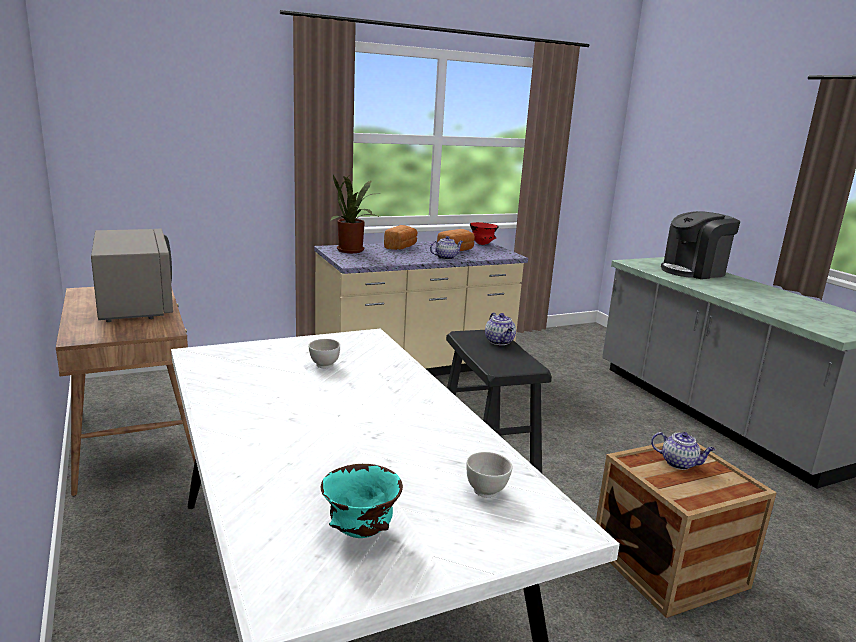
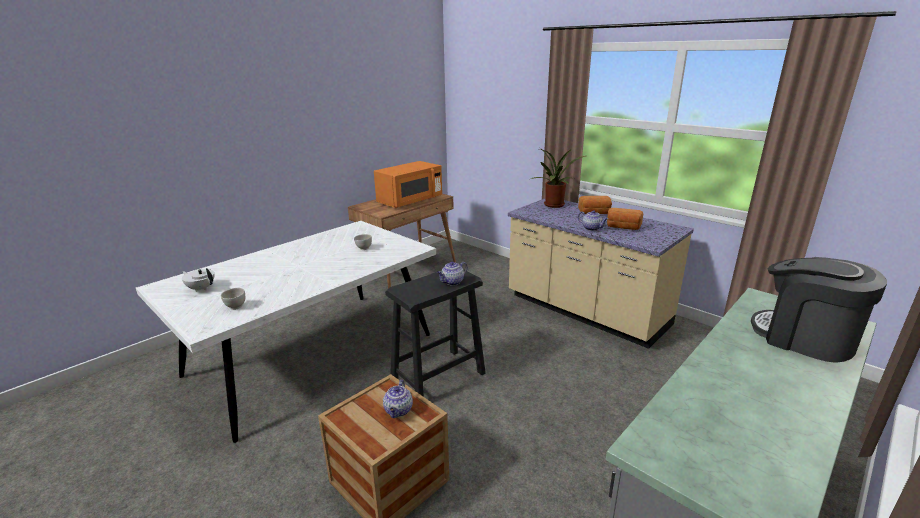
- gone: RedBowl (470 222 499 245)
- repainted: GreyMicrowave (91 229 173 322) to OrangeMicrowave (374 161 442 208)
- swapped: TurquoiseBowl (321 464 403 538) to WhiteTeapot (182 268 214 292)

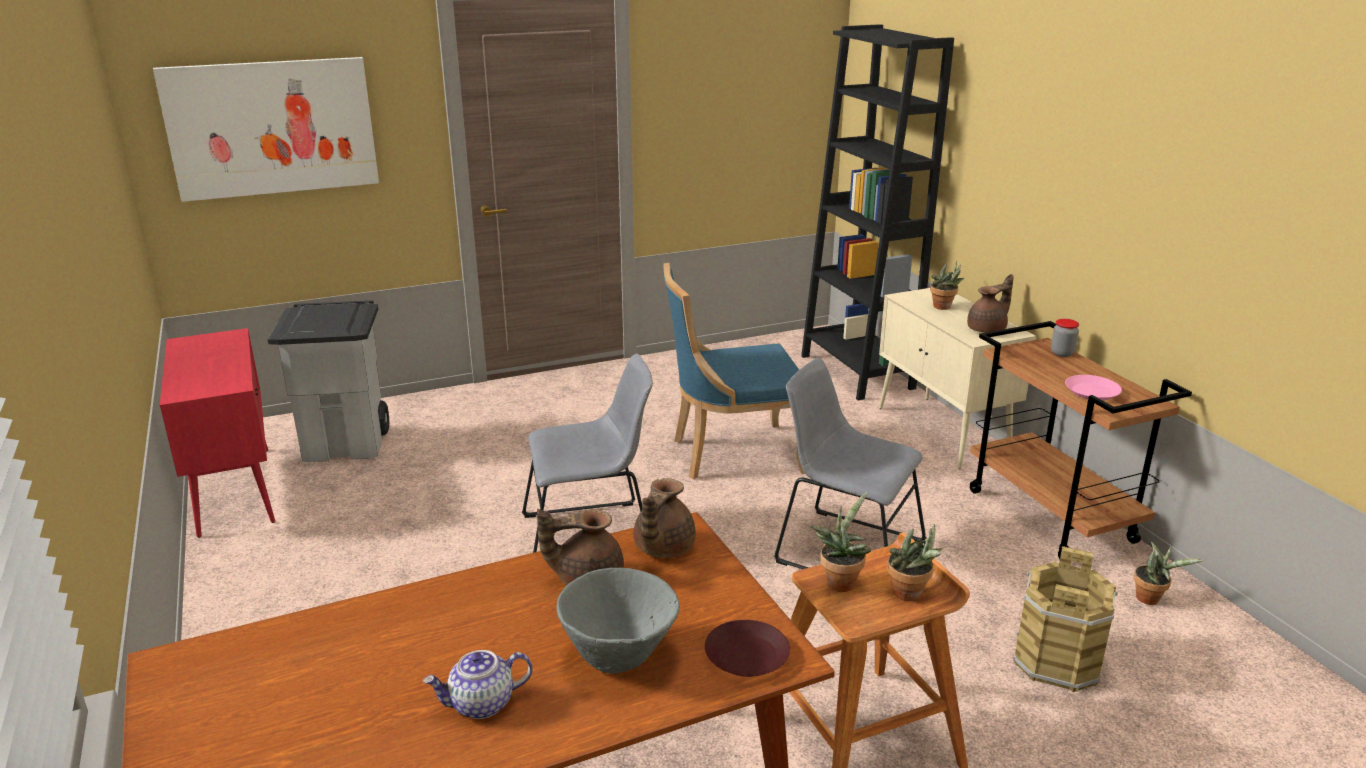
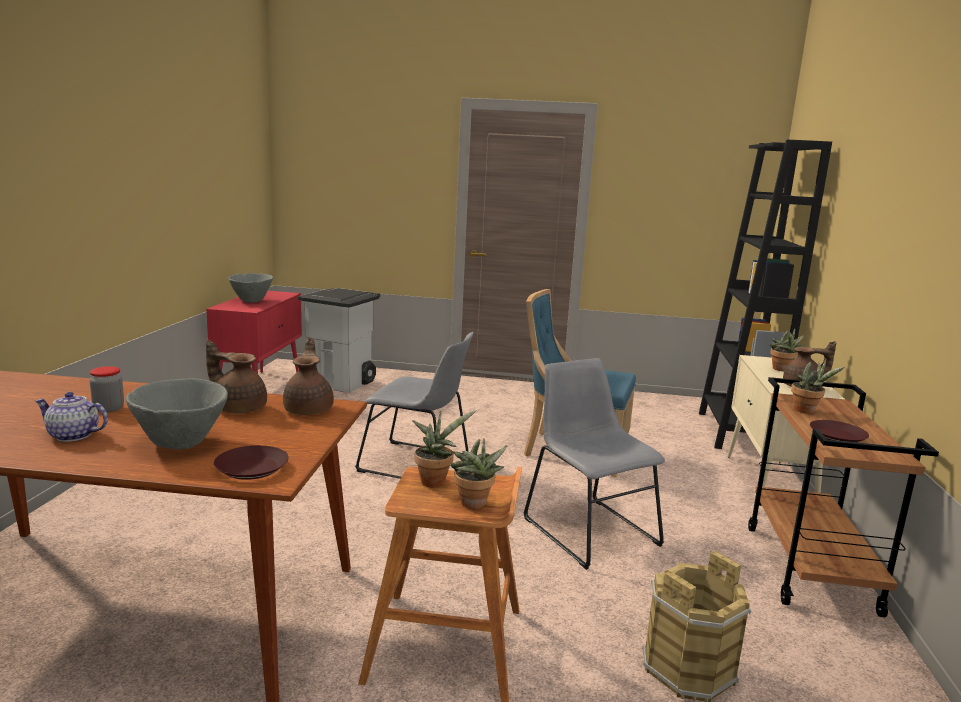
- gone: Picture (153 57 379 202)
- shifted: Jar (1051 319 1079 357) to (90 366 124 413)
- repainted: PinkPlate (1065 375 1122 401) to BrownPlate (810 420 869 443)
- rotated: BrownTeapot (634 478 696 558) = (283 337 334 415) 120 degrees clockwise
- shifted: PottedPlant (1133 541 1203 605) to (791 358 844 414)
- new: GreyBowl (228 273 273 303)

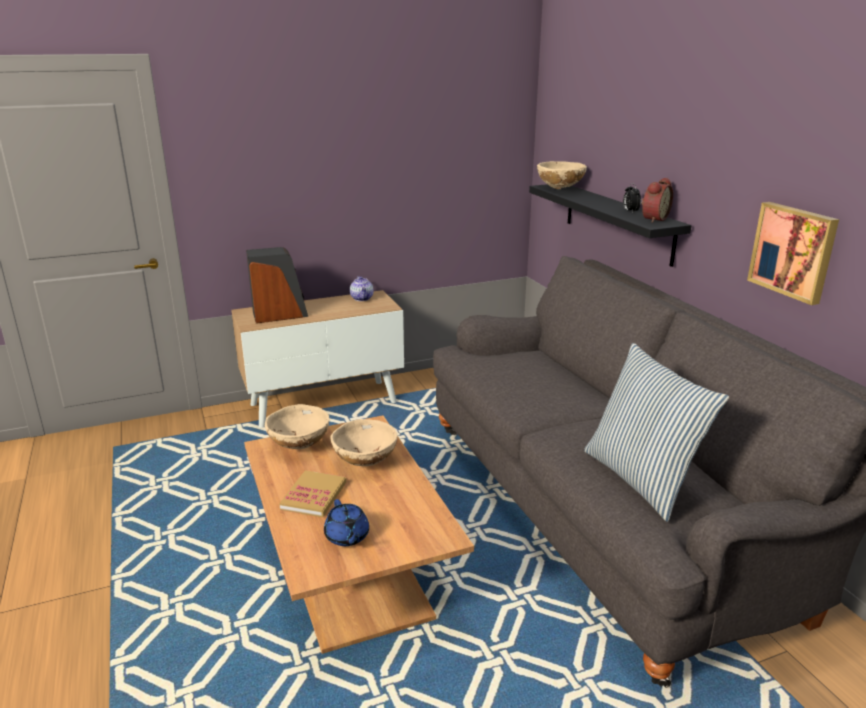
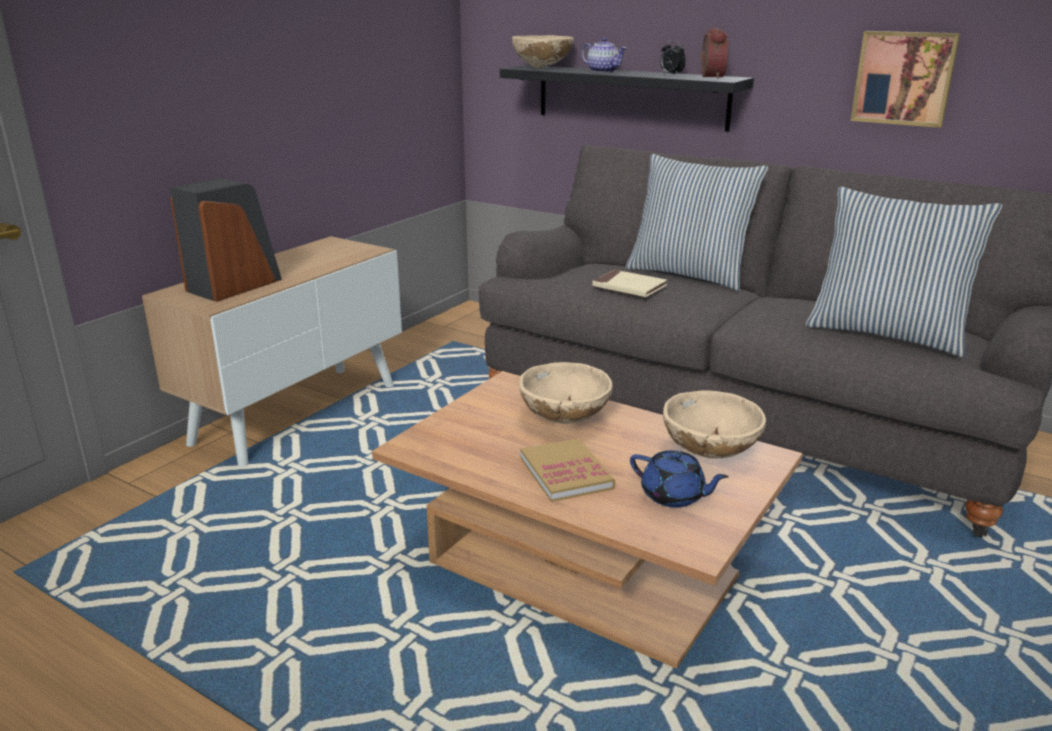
- shifted: Teapot (350 276 374 301) to (581 38 627 73)
- shifted: BeigeBowl (265 404 329 449) to (663 390 766 459)
- new: Pillow (625 154 768 291)
- new: BeigeBook (593 270 667 297)

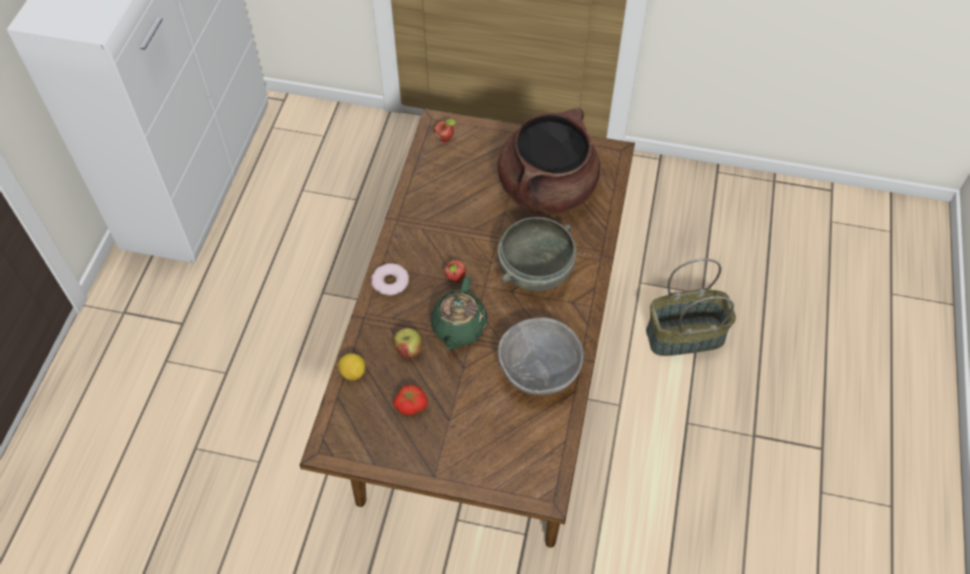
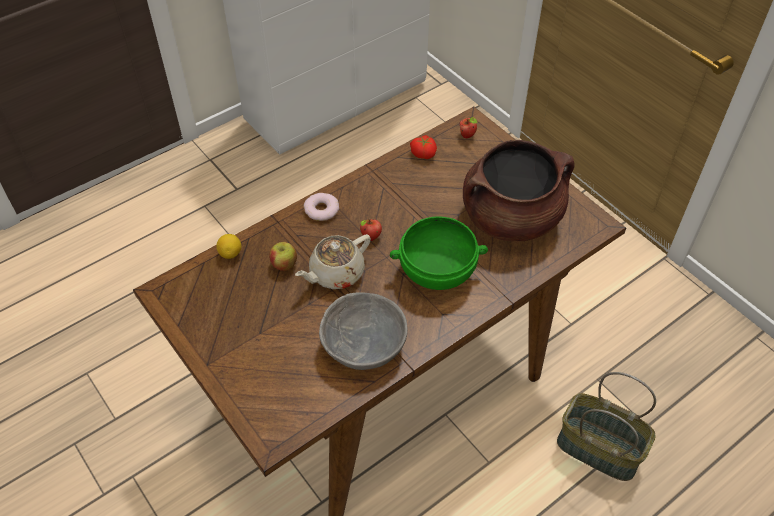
- repainted: GreyBowl (497 217 576 291) to GreenBowl (390 216 488 290)
- repainted: GreenTeapot (431 277 487 350) to BeigeTeapot (295 234 371 289)
- shifted: Tomato (394 384 428 415) to (410 135 437 159)

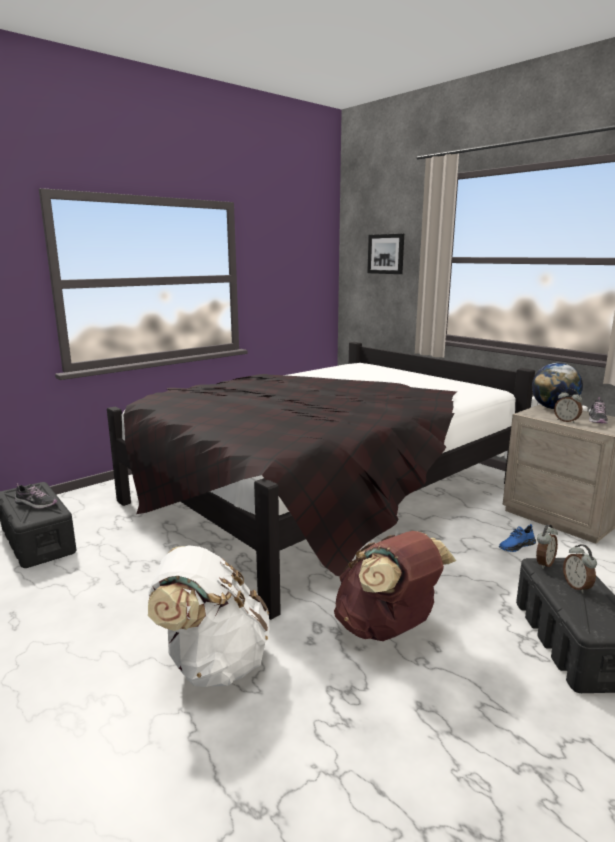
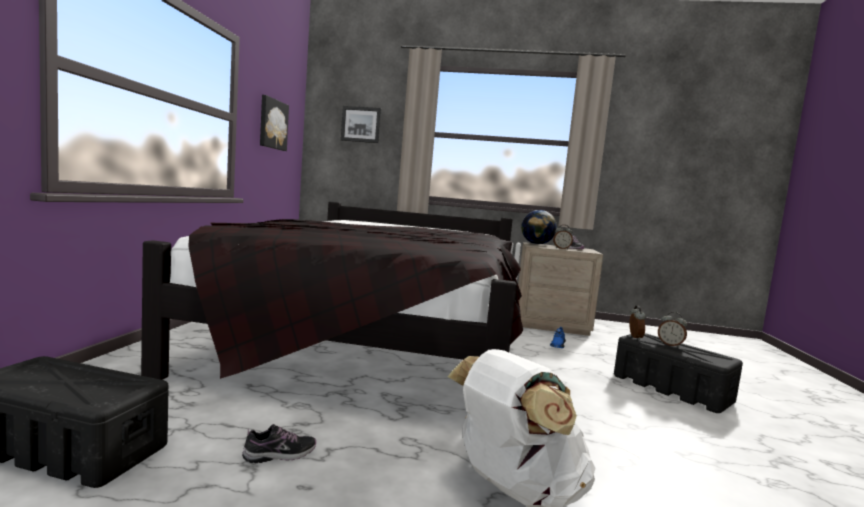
- shifted: Shoe (15 483 57 509) to (242 424 316 463)
- gone: BrownBackpack (334 531 456 641)
- new: Picture (260 95 289 151)

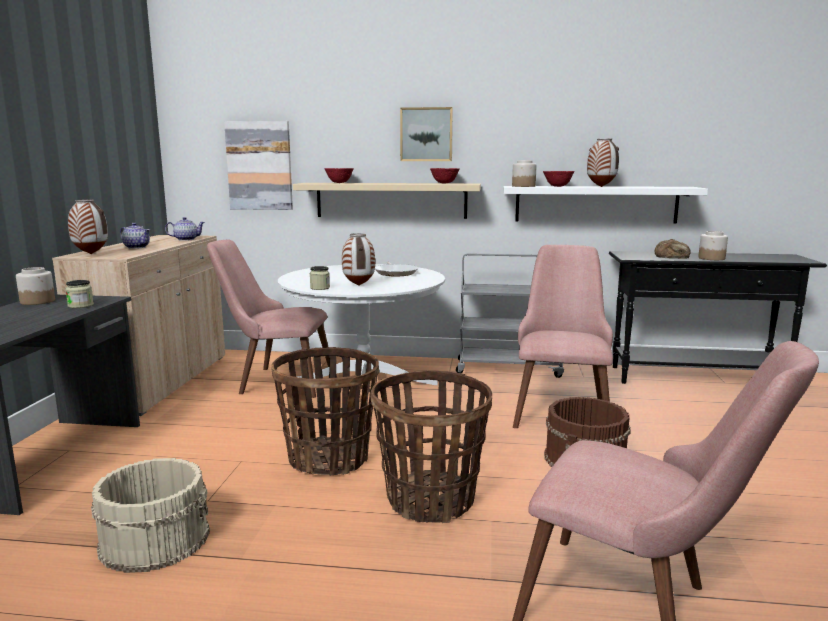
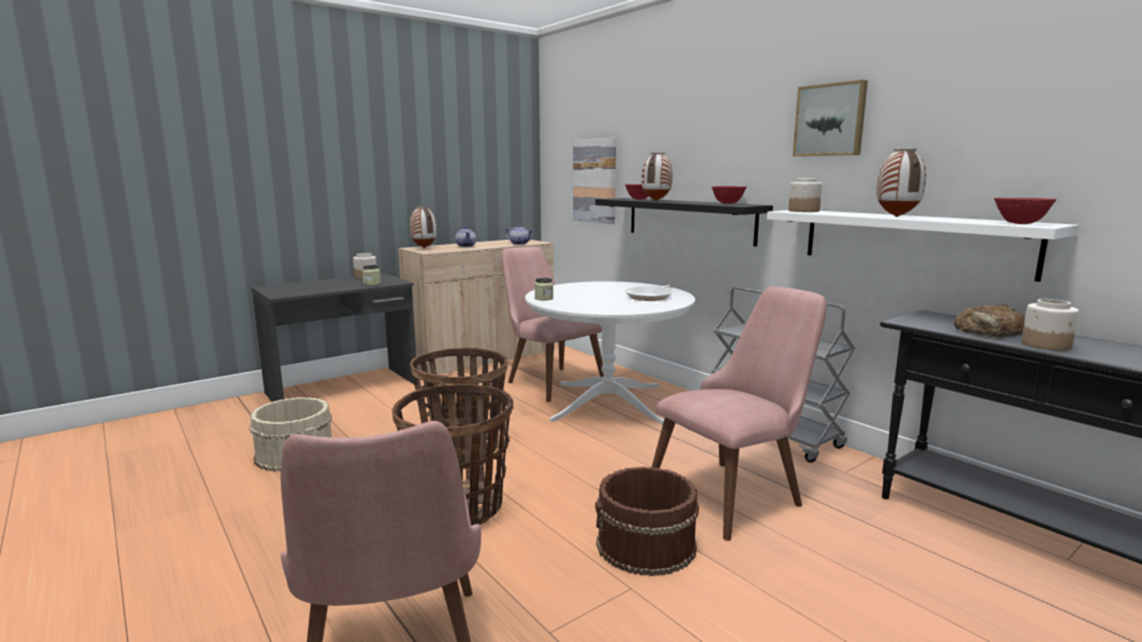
- shifted: Picture (400 107 453 161) to (793 80 868 157)
- shifted: RedBowl (543 171 574 187) to (994 198 1057 224)
- repainted: BeigeShelf (293 183 481 219) to BlackShelf (595 198 773 246)
- shifted: Vase (342 233 375 286) to (642 152 673 201)

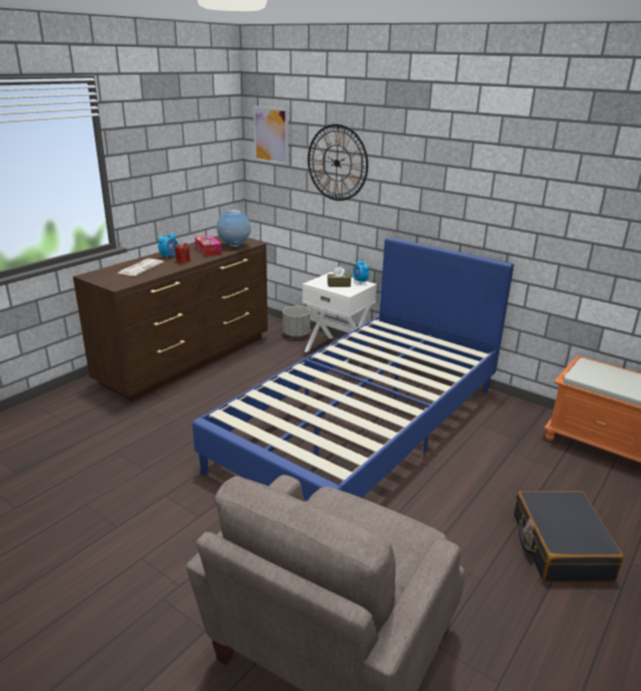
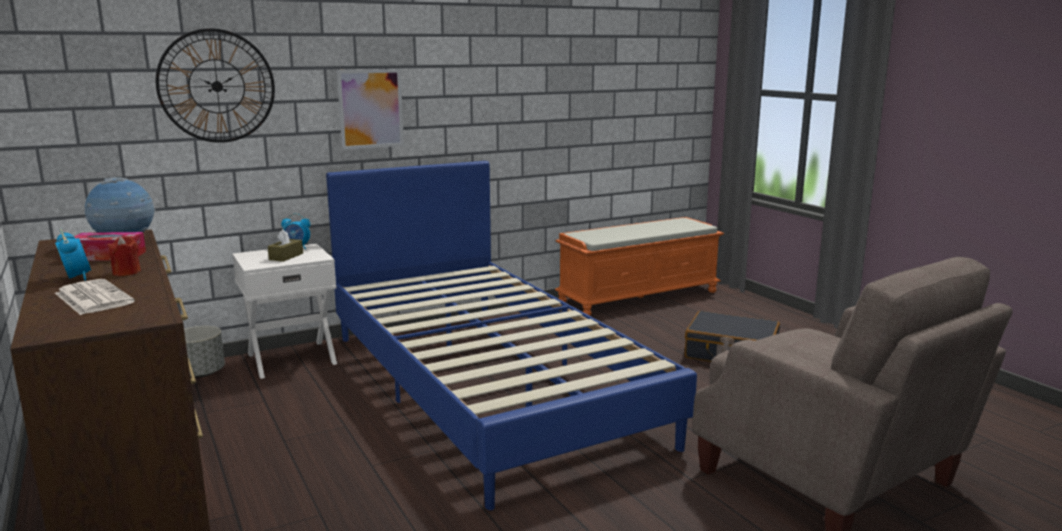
- shifted: Picture (253 106 288 165) to (337 69 404 150)

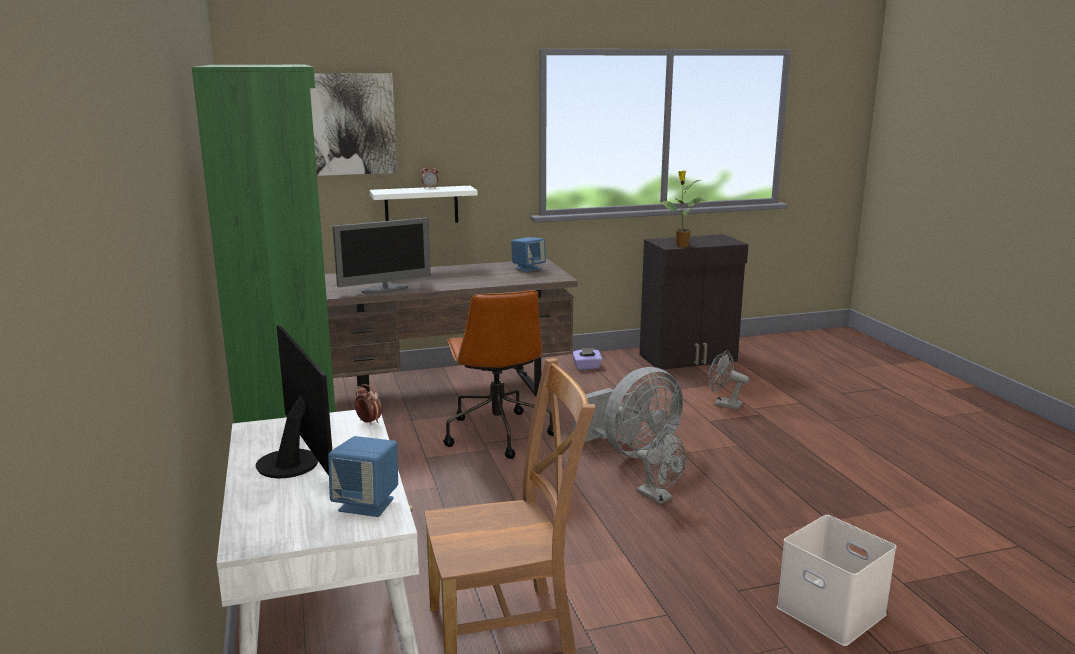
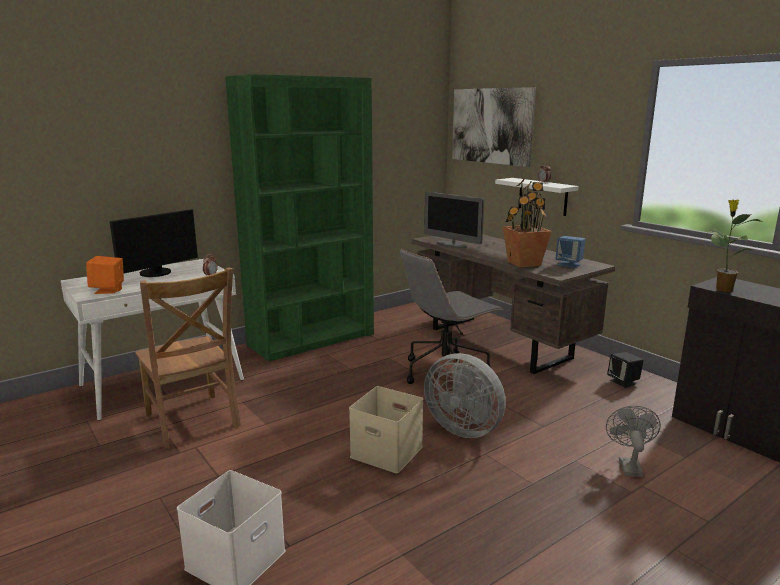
- repainted: BrownOfficeChair (443 290 554 459) to GreyOfficeChair (400 249 503 384)
- swapped: PurpleTissueBox (572 348 602 370) to BlackSpeaker (607 352 644 388)
- swapped: GreyFan (636 432 686 504) to BeigeStorageBox (349 386 423 473)
- repainted: BlueSpeaker (328 436 398 517) to OrangeSpeaker (86 256 124 294)
- new: PottedPlant (503 179 551 268)

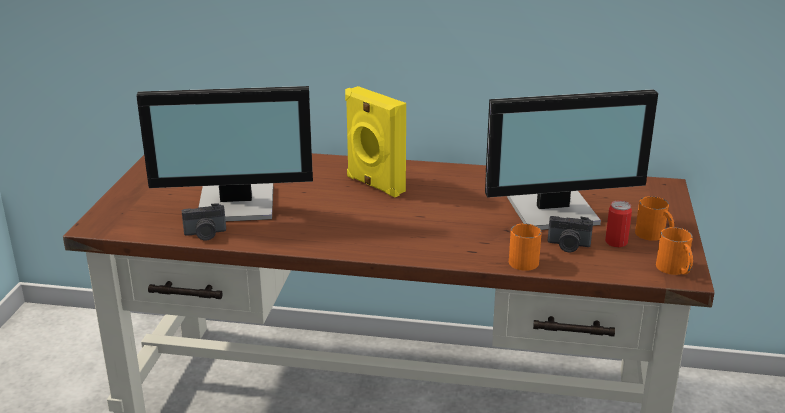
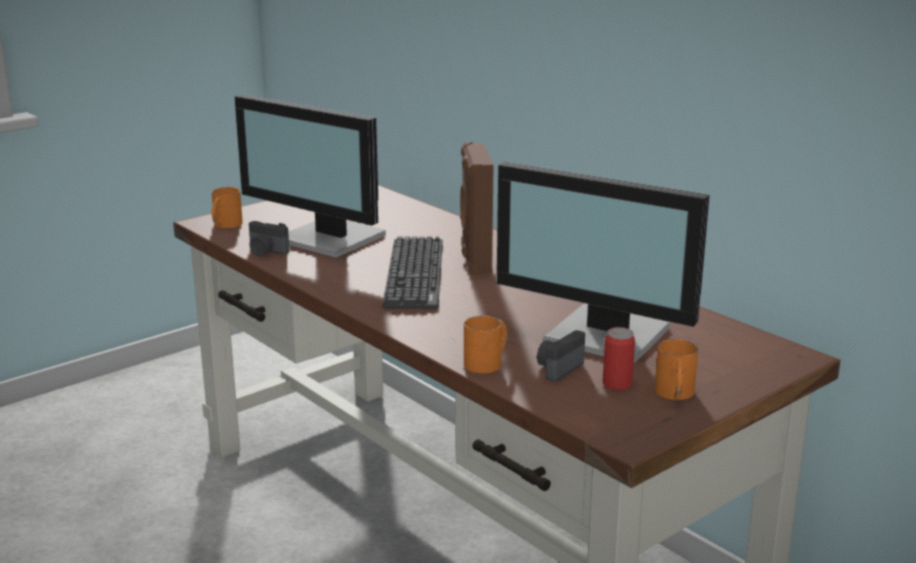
- repainted: YellowSpeaker (345 86 406 197) to BrownSpeaker (460 142 493 275)
- rotated: PhotoCamera (548 216 593 252) = (537 330 585 382) 75 degrees clockwise
- shifted: OrangeMug (656 227 693 275) to (212 187 243 228)
- new: Keyboard (382 236 443 309)

